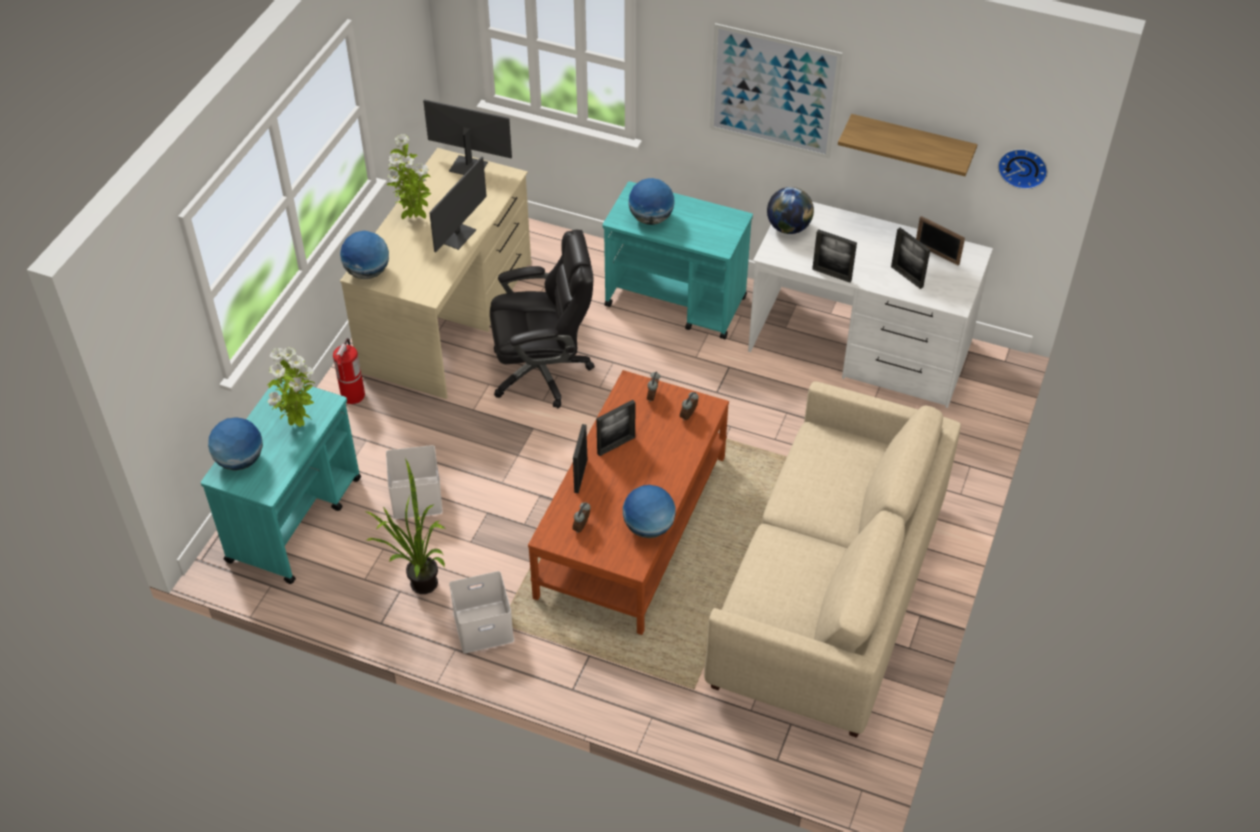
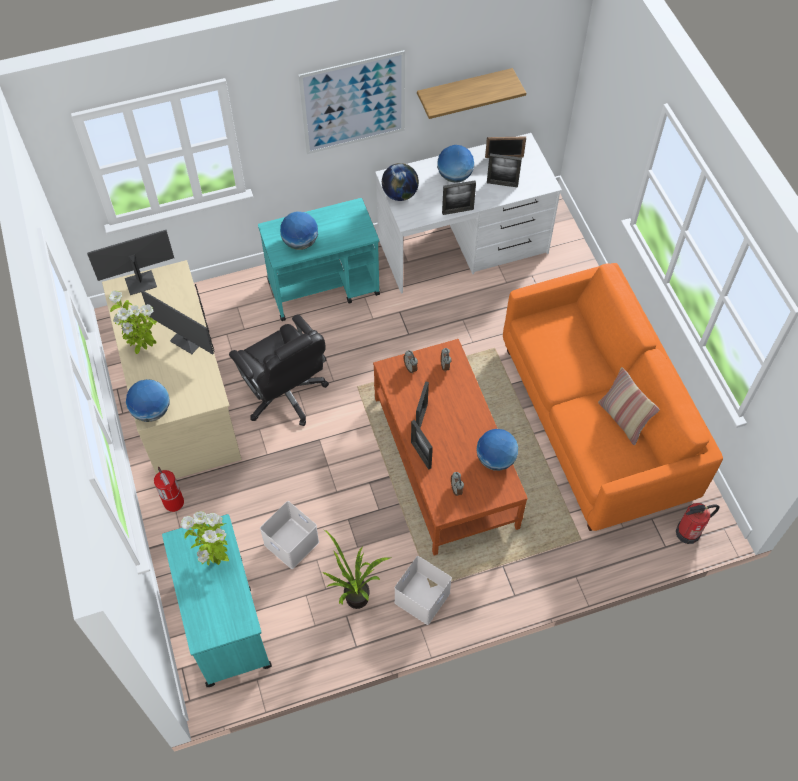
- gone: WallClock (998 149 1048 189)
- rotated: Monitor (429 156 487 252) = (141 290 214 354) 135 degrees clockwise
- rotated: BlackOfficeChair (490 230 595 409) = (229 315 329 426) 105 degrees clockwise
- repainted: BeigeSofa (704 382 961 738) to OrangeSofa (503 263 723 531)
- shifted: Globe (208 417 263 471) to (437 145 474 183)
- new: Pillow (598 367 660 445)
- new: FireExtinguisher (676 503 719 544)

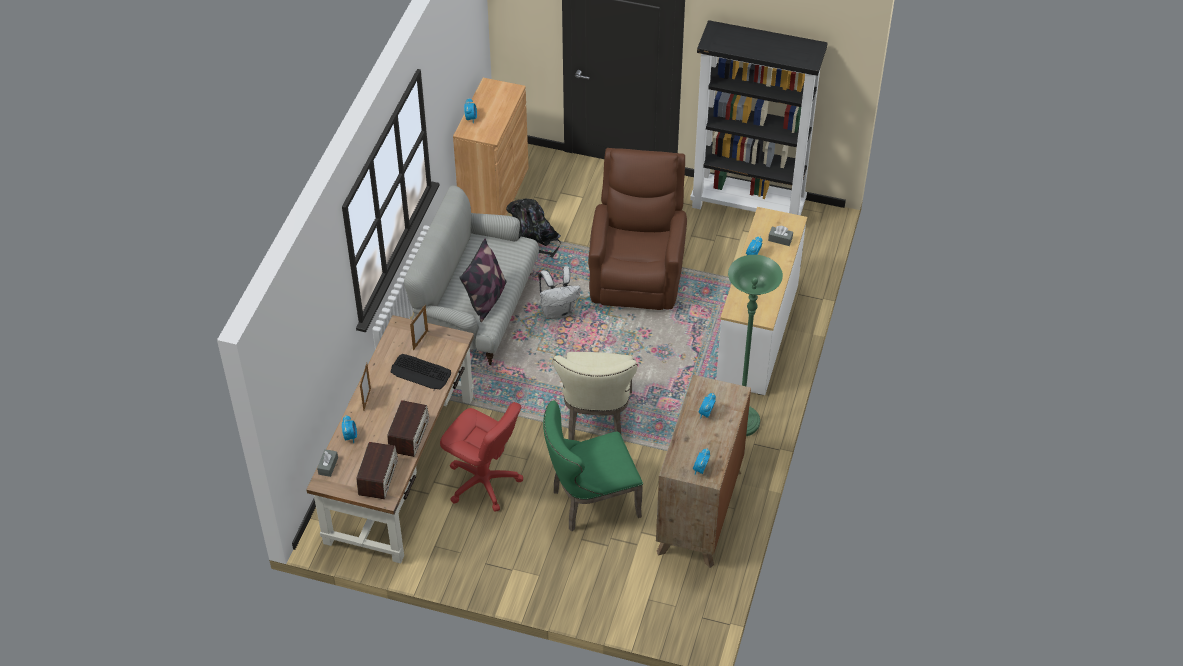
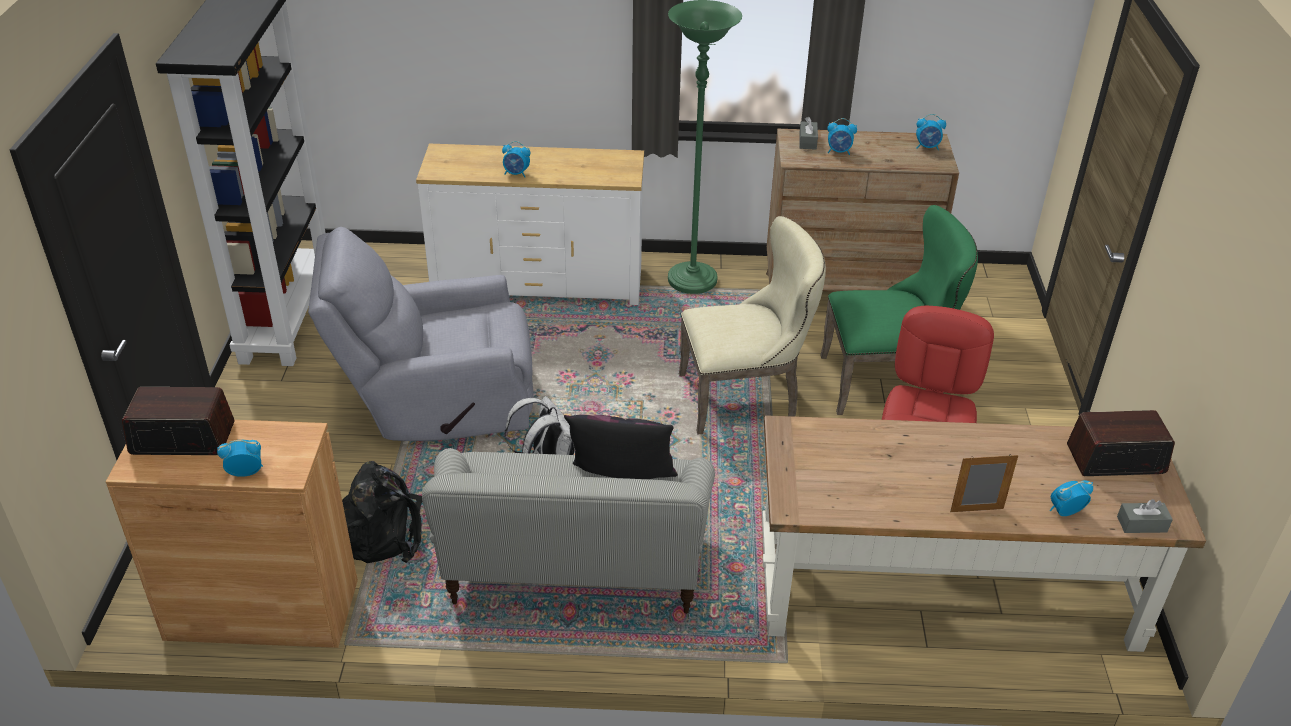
- repainted: BrownArmchair (588 148 687 310) to GreyArmchair (308 227 534 441)
- shifted: GreyTissueBox (768 226 793 246) to (799 117 818 150)
- gone: PictureFrame (410 305 428 351)
- gone: Keyboard (391 354 451 389)
- shifted: Radio (387 400 429 457) to (122 387 234 455)
- rotated: GreenChair (543 400 643 531) = (820 205 978 415) 60 degrees counterclockwise

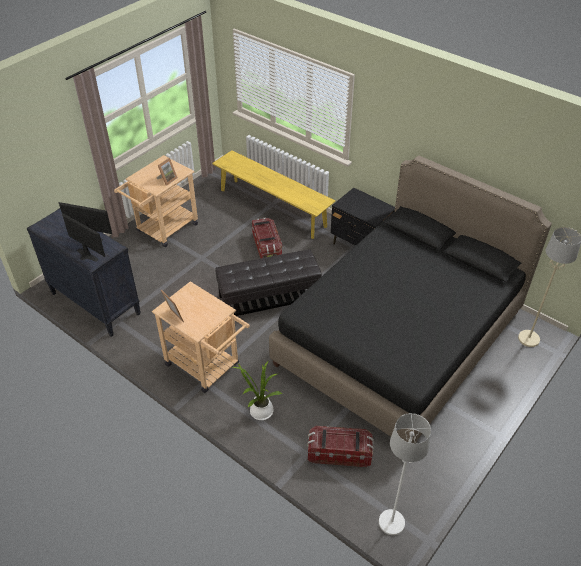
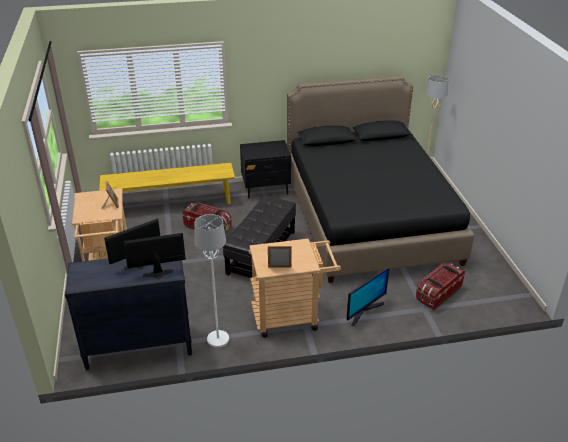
- swapped: PottedPlant (232 361 282 420) to Monitor (346 267 389 326)
- shifted: WhiteFloorLamp (379 413 431 535) to (194 214 229 348)

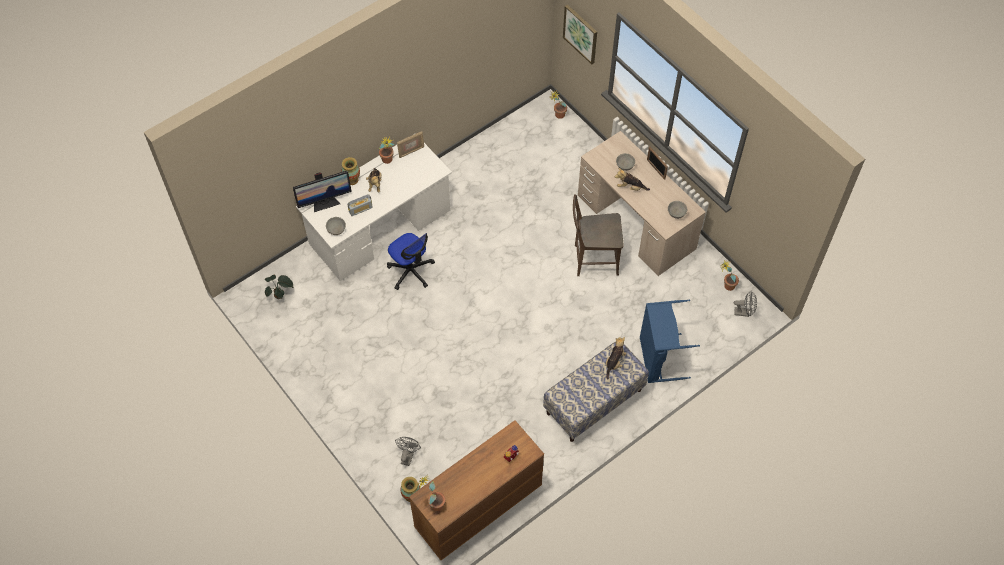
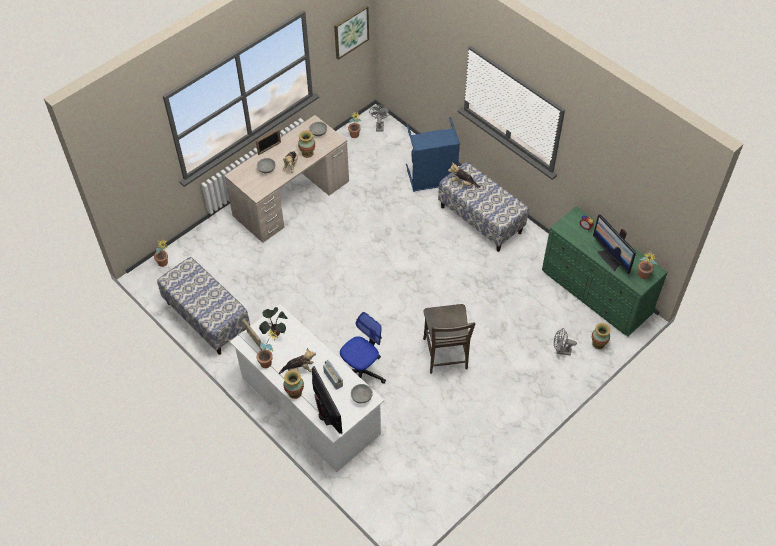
- shifted: Picture (563 4 597 64) to (334 5 369 60)
- shifted: BrownChair (573 194 624 276) to (423 304 475 374)
- shifted: PottedPlant (265 275 294 299) to (259 307 288 337)
- repainted: BrownDresser (409 420 544 560) to GreenDresser (542 206 668 336)
- new: Vase (298 130 315 158)
- new: Monitor (593 215 636 274)
- new: Bench (157 257 250 355)

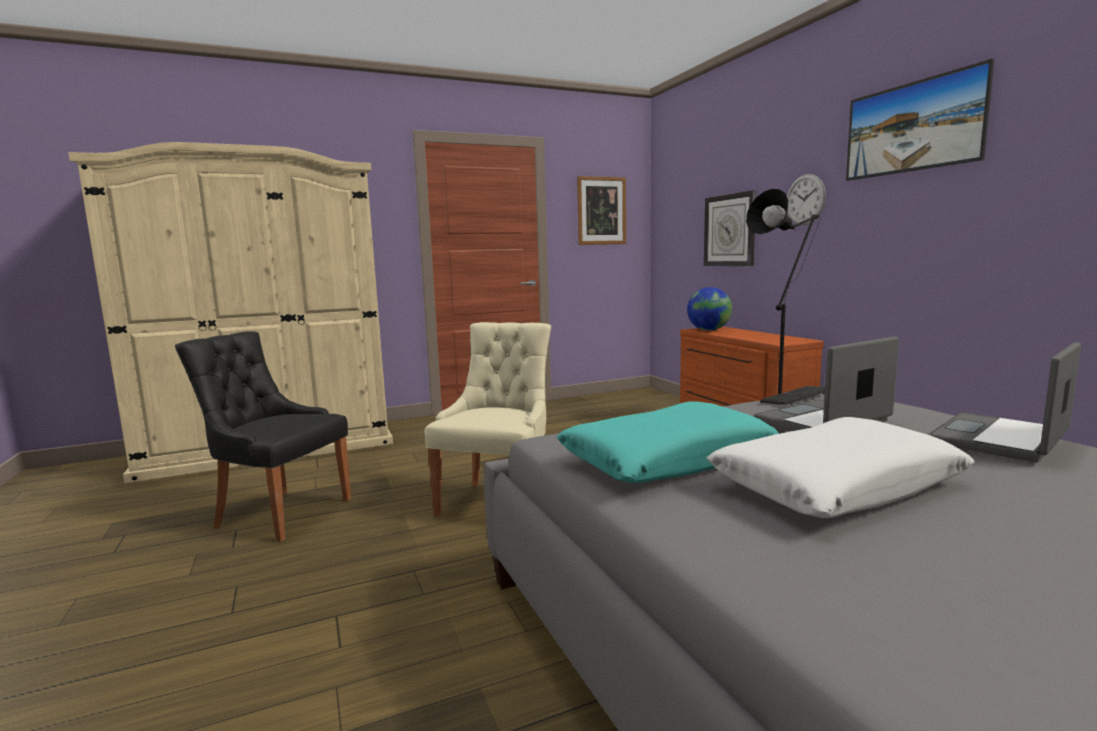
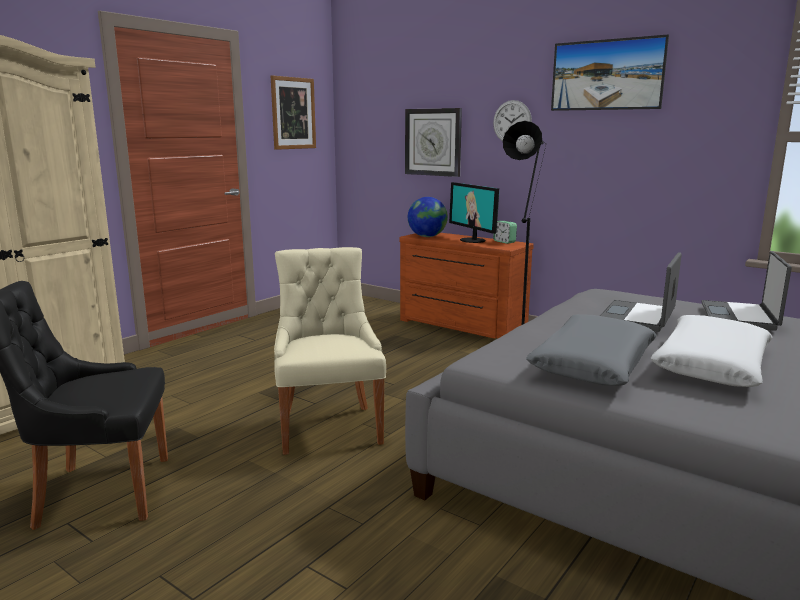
- gone: Keyboard (760 386 825 405)
- repainted: TurquoisePillow (556 401 780 483) to GreyPillow (526 314 657 386)
- new: Monitor (449 182 499 243)
- new: AlarmClock (493 221 517 244)

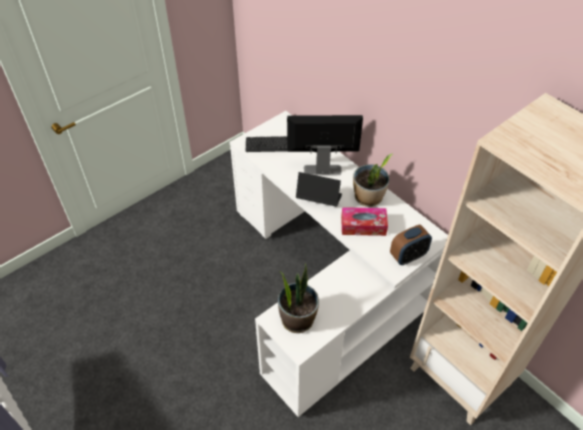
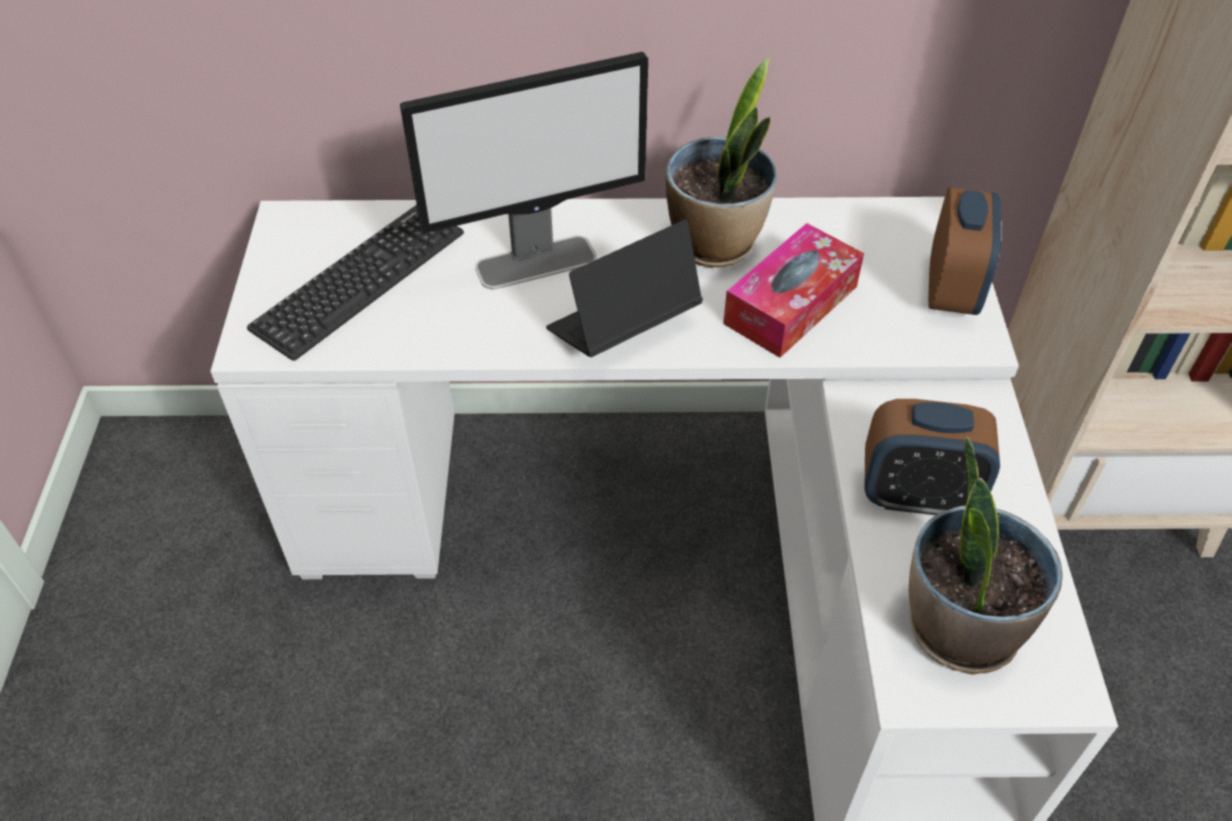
- rotated: Monitor (287 115 363 175) = (400 52 648 289) 150 degrees counterclockwise
- new: AlarmClock (865 399 1000 515)

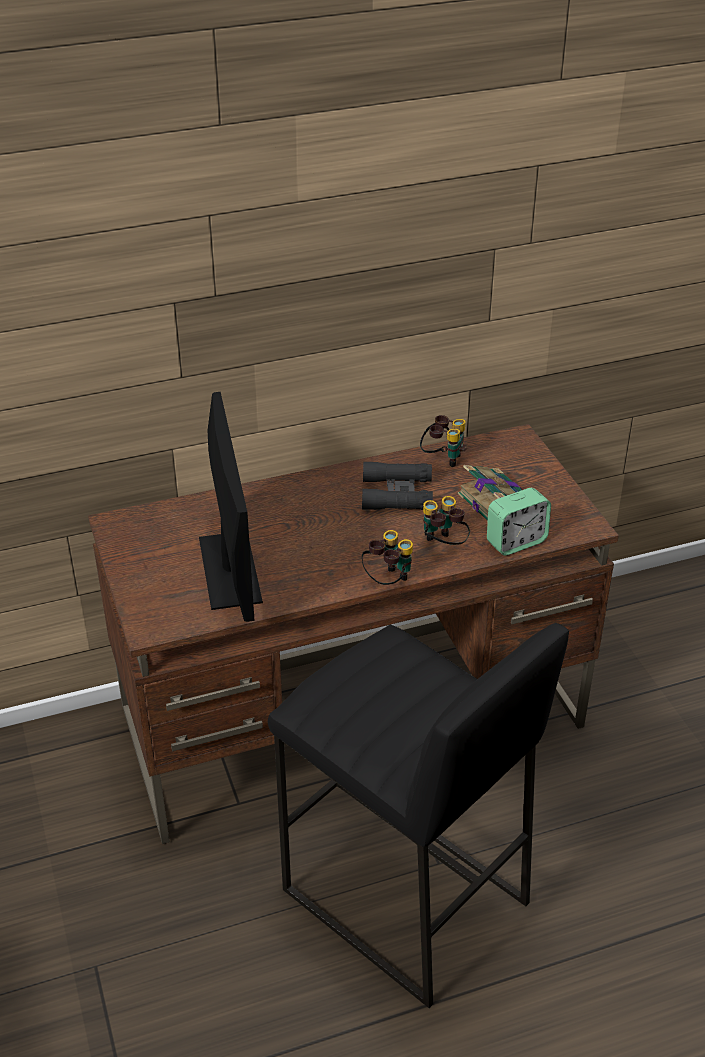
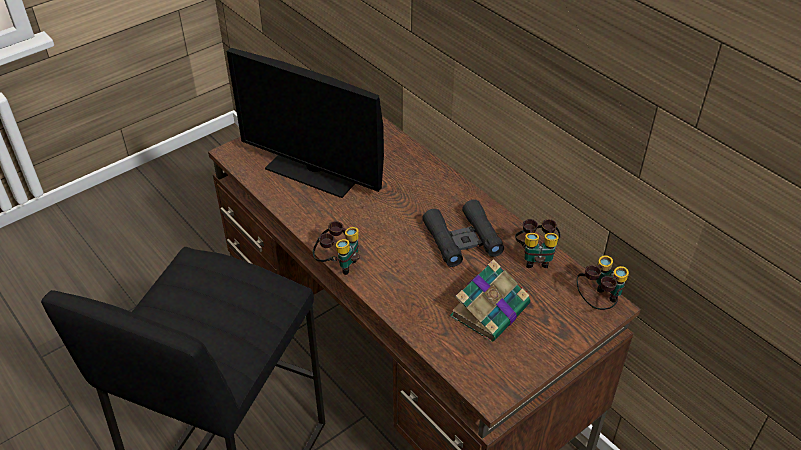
- rotated: Monitor (199 392 263 622) = (227 48 384 198) 60 degrees clockwise
- gone: AlarmClock (487 488 551 556)
- shifted: Binoculars (423 496 470 545) to (577 255 629 310)

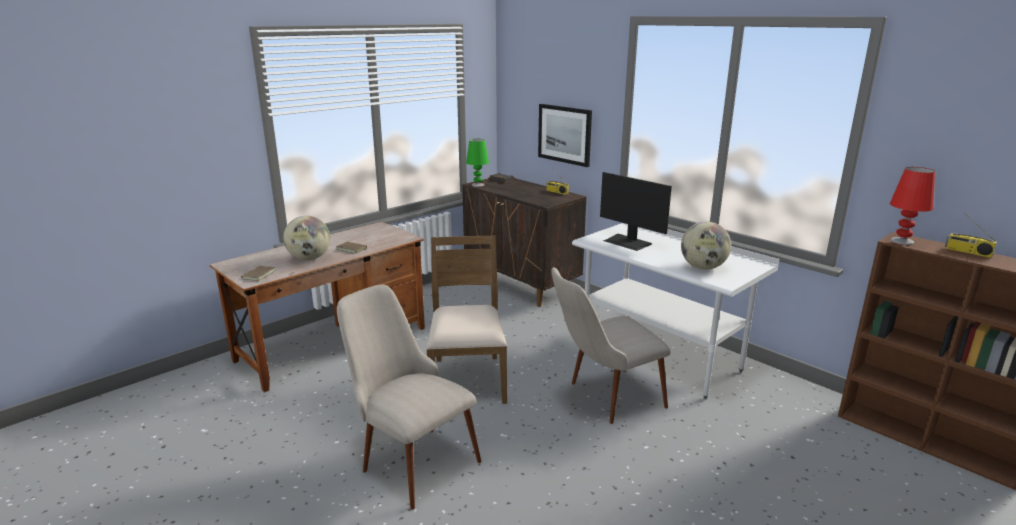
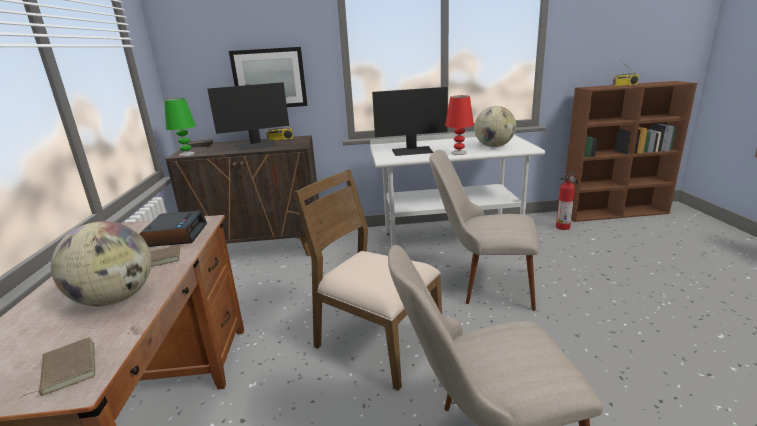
- shifted: RedTableLamp (890 167 935 245) to (445 95 474 155)
- rotated: BeigeChair (551 267 671 424) = (430 149 539 311) 90 degrees clockwise
- new: Monitor (207 82 289 151)
- new: FireExtinguisher (556 172 578 230)
- new: AlarmClock (140 210 207 247)

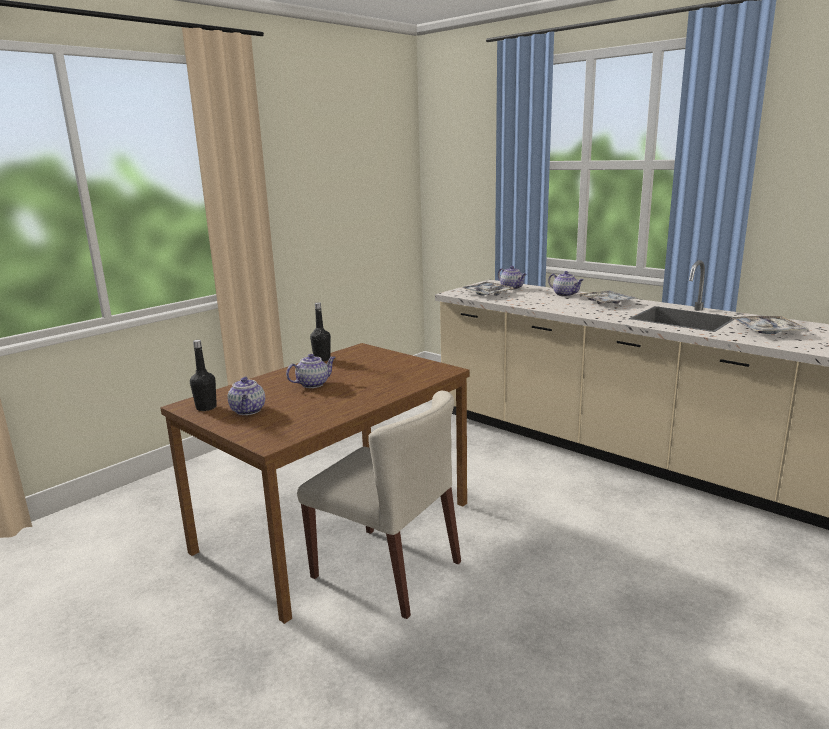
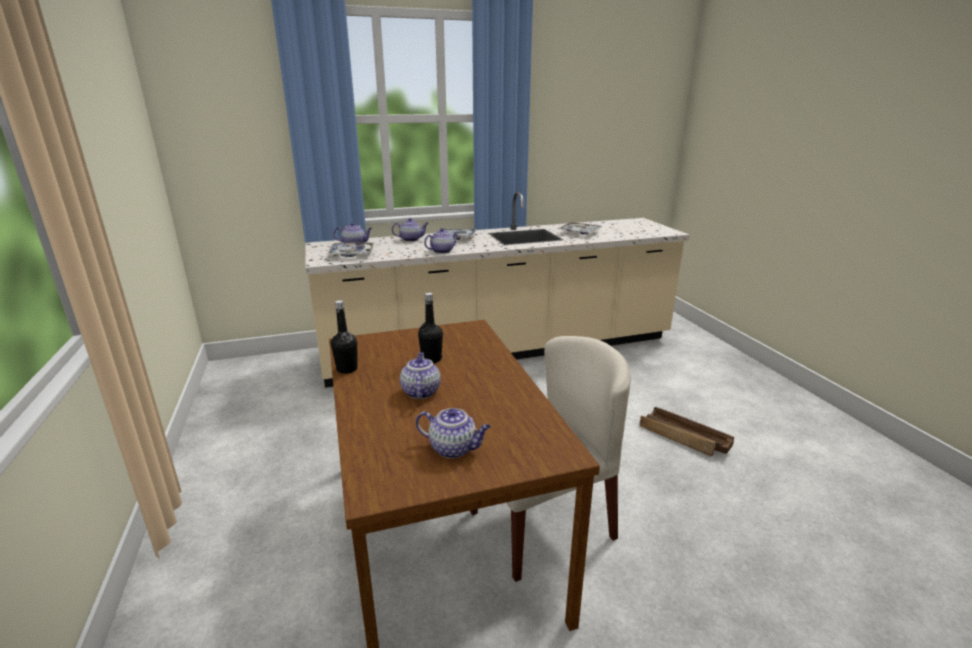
- shifted: BlackBottle (190 340 217 411) to (418 293 443 363)
- new: Teapot (424 228 459 254)
- new: Crate (639 407 734 456)

